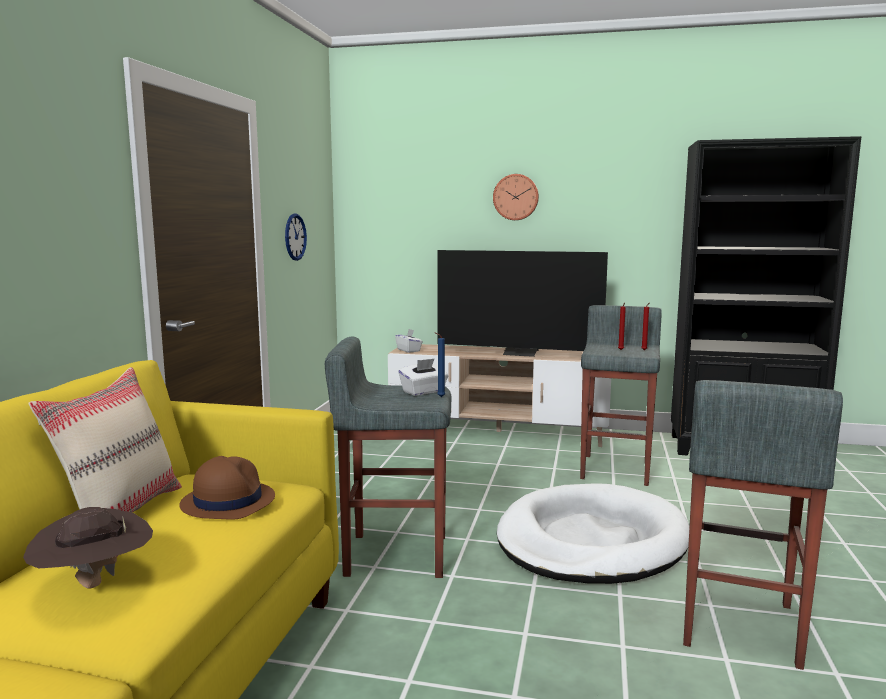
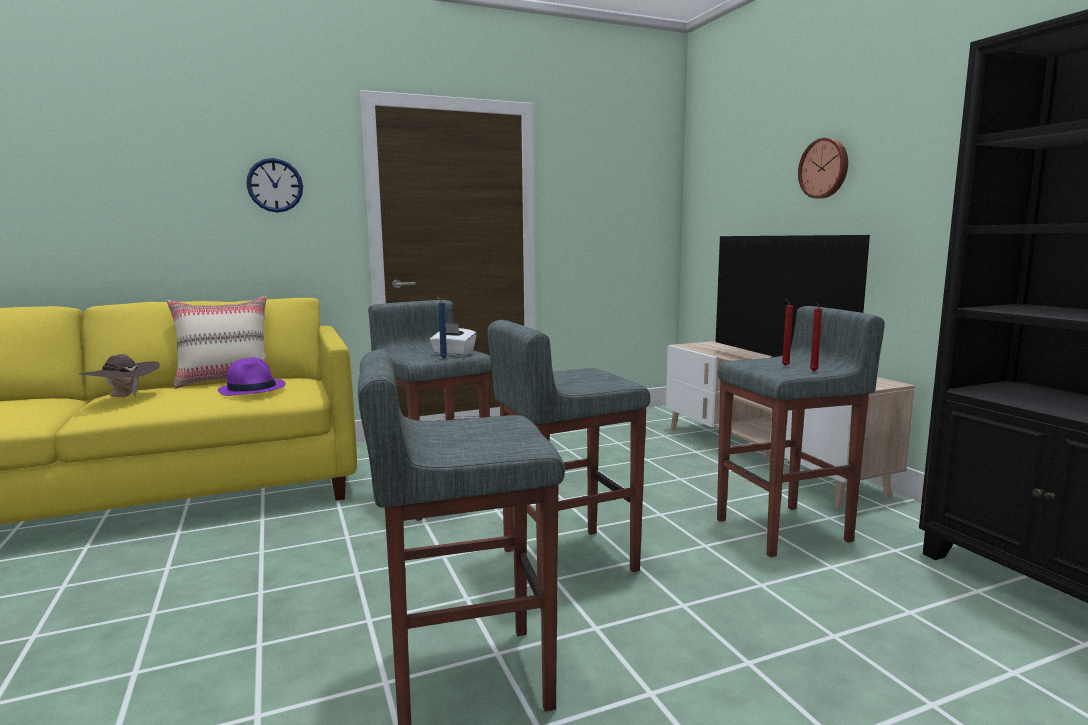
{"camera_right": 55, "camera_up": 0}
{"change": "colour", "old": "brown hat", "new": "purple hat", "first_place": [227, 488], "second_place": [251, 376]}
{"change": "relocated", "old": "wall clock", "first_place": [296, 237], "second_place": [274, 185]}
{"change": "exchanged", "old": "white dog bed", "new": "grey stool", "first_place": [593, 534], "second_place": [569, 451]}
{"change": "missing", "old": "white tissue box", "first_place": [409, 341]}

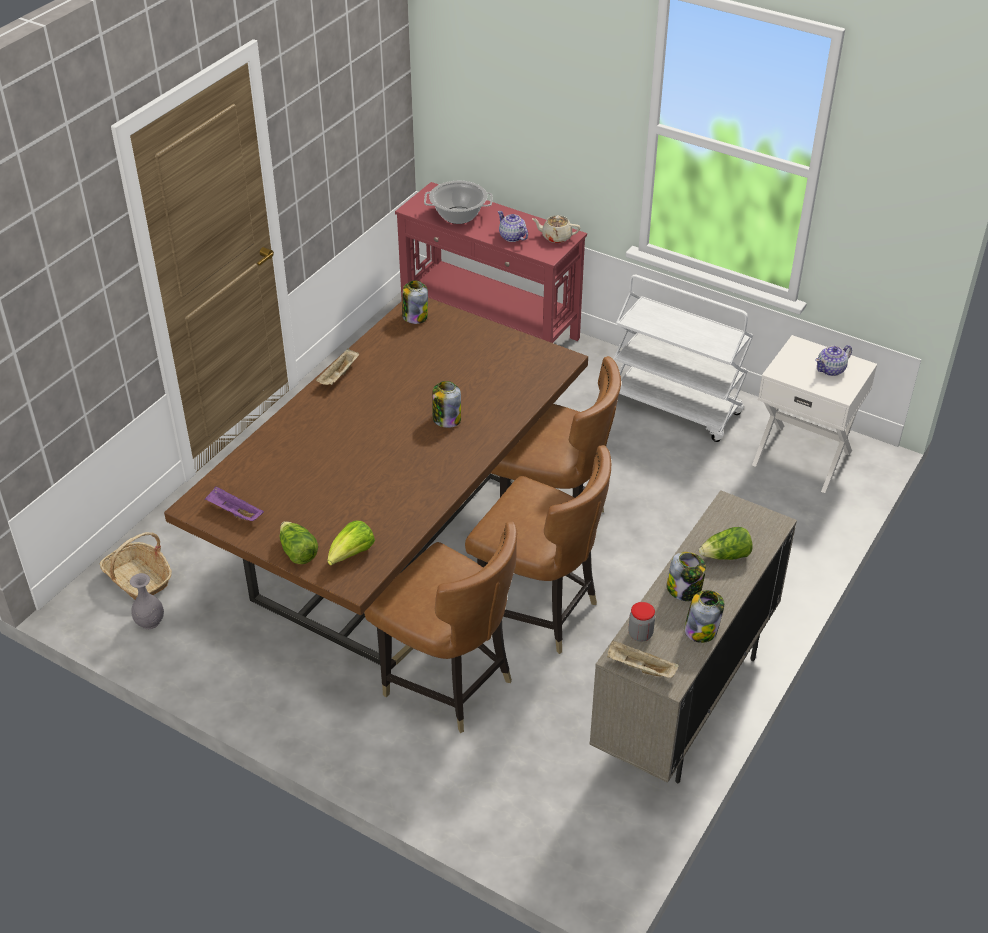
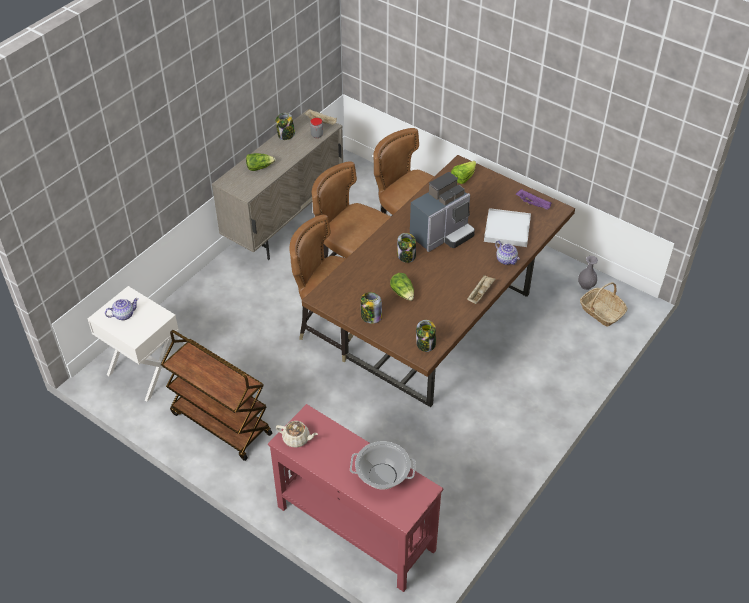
{"camera_right": -175, "camera_up": 5}
{"change": "colour", "old": "white cart", "new": "brown cart", "first_place": [683, 358], "second_place": [216, 395]}
{"change": "relocated", "old": "jar", "first_place": [686, 576], "second_place": [371, 308]}
{"change": "relocated", "old": "lettuce", "first_place": [299, 542], "second_place": [402, 287]}
{"change": "appeared", "new": "coffee machine", "second_place": [442, 212]}
{"change": "appeared", "new": "white tray", "second_place": [507, 227]}
{"change": "relocated", "old": "teapot", "first_place": [513, 226], "second_place": [507, 252]}

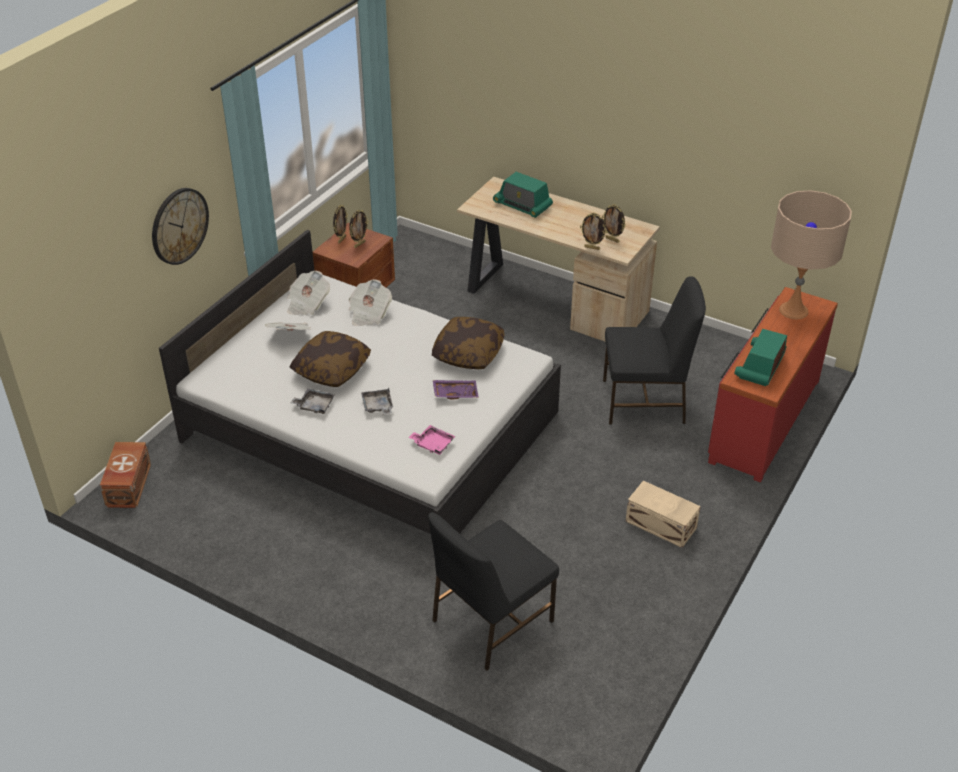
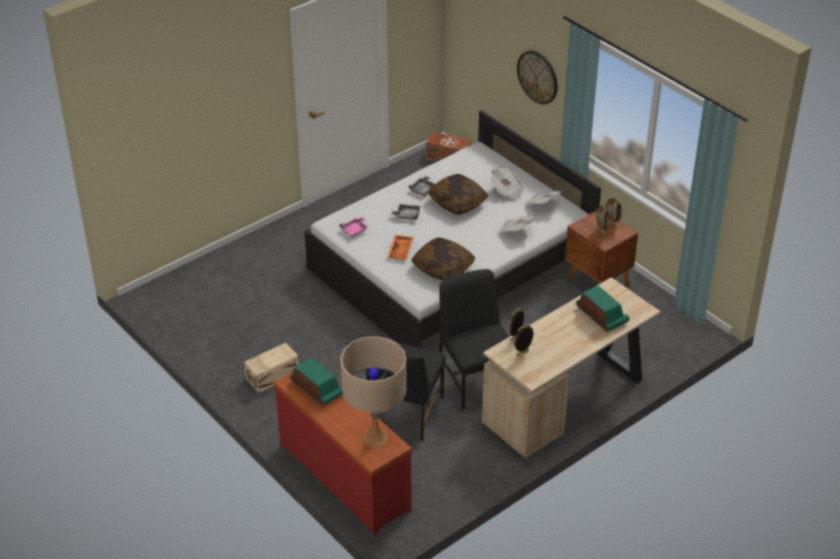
{"camera_right": 110, "camera_up": 0}
{"change": "colour", "old": "purple tray", "new": "orange tray", "first_place": [456, 389], "second_place": [400, 247]}
{"change": "relocated", "old": "black chair", "first_place": [493, 591], "second_place": [474, 339]}
{"change": "spun", "old": "radio", "first_place": [523, 195], "second_place": [602, 309], "degrees": 90}

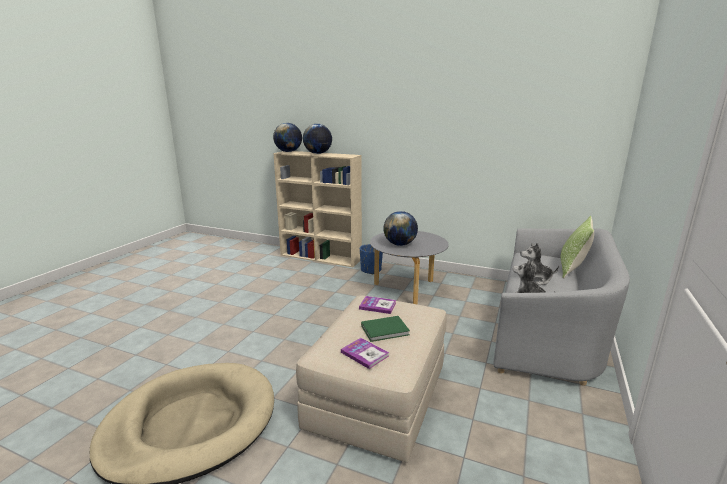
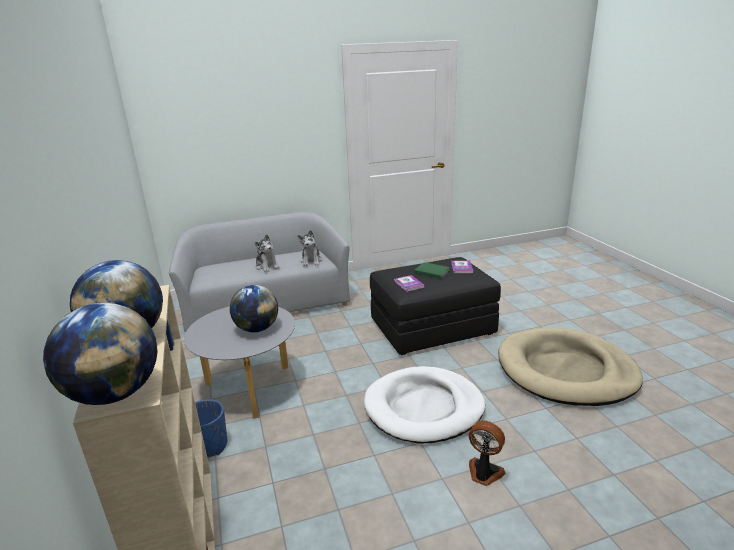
{"camera_right": -130, "camera_up": 5}
{"change": "appeared", "new": "white dog bed", "second_place": [424, 404]}
{"change": "colour", "old": "beige ottoman", "new": "black ottoman", "first_place": [371, 379], "second_place": [435, 306]}
{"change": "appeared", "new": "fan", "second_place": [487, 453]}
{"change": "missing", "old": "pillow", "first_place": [577, 247]}

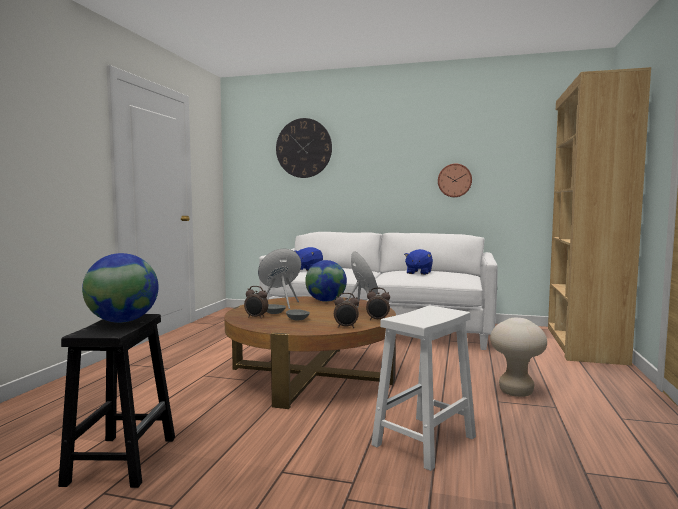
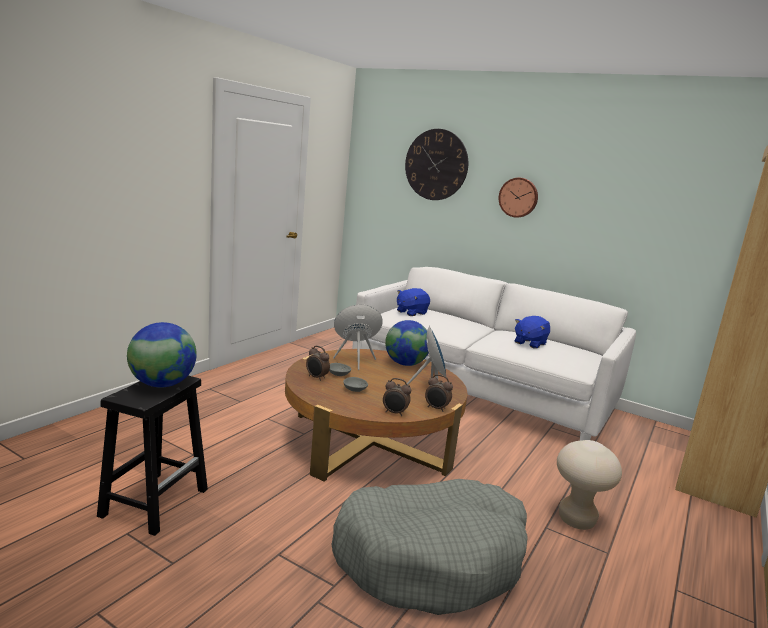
{"camera_right": 15, "camera_up": 10}
{"change": "exchanged", "old": "white stool", "new": "grey dog bed", "first_place": [423, 388], "second_place": [430, 547]}
{"change": "relocated", "old": "wall clock", "first_place": [455, 180], "second_place": [518, 198]}

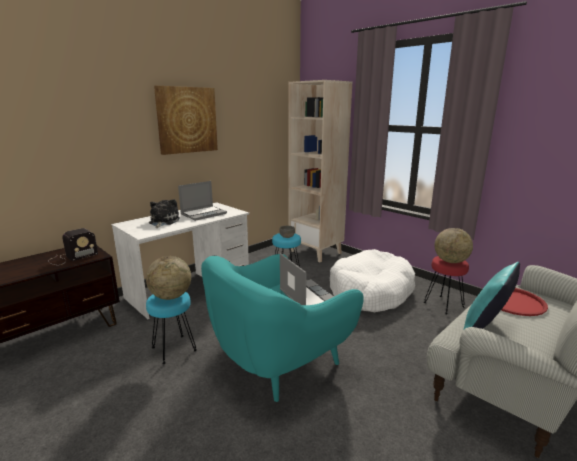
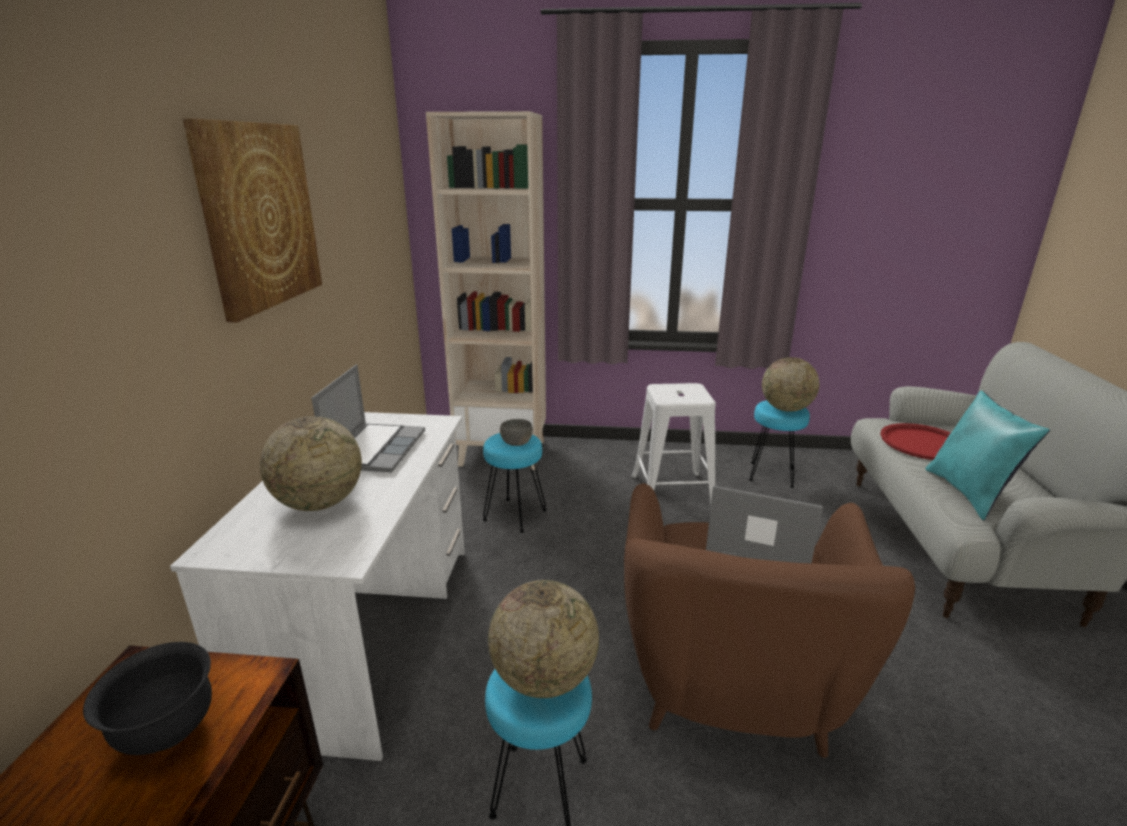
{"camera_right": -40, "camera_up": 5}
{"change": "exchanged", "old": "radio", "new": "black bowl", "first_place": [73, 246], "second_place": [147, 698]}
{"change": "exchanged", "old": "plush toy", "new": "globe", "first_place": [164, 213], "second_place": [311, 463]}
{"change": "colour", "old": "turquoise armchair", "new": "brown armchair", "first_place": [282, 328], "second_place": [769, 620]}
{"change": "exchanged", "old": "white dog bed", "new": "white stool", "first_place": [372, 280], "second_place": [674, 443]}
{"change": "colour", "old": "red stool", "new": "turquoise stool", "first_place": [446, 285], "second_place": [779, 444]}

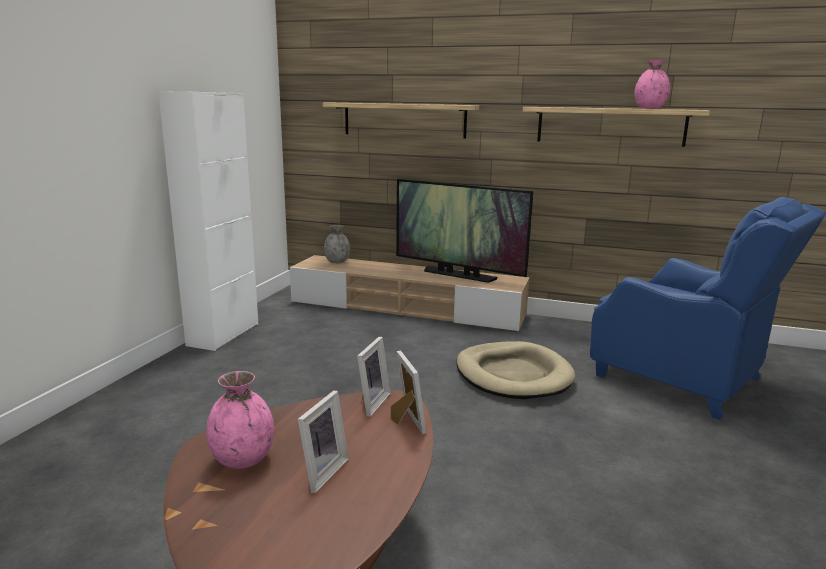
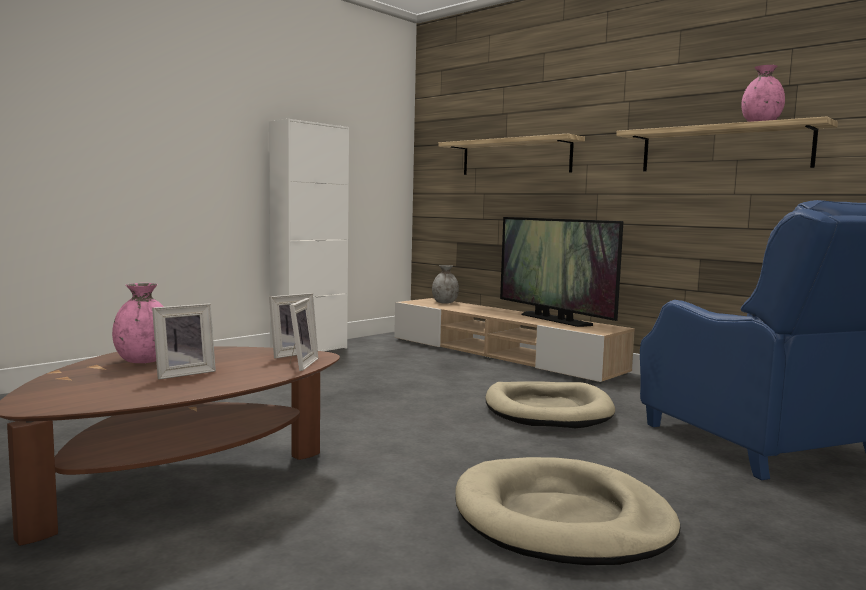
{"camera_right": 25, "camera_up": -10}
{"change": "appeared", "new": "beige dog bed", "second_place": [568, 511]}

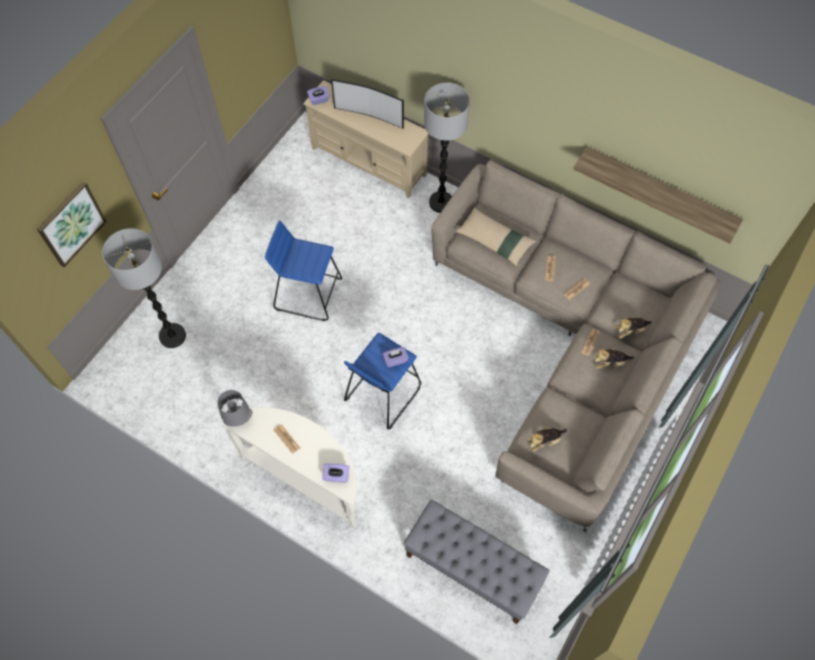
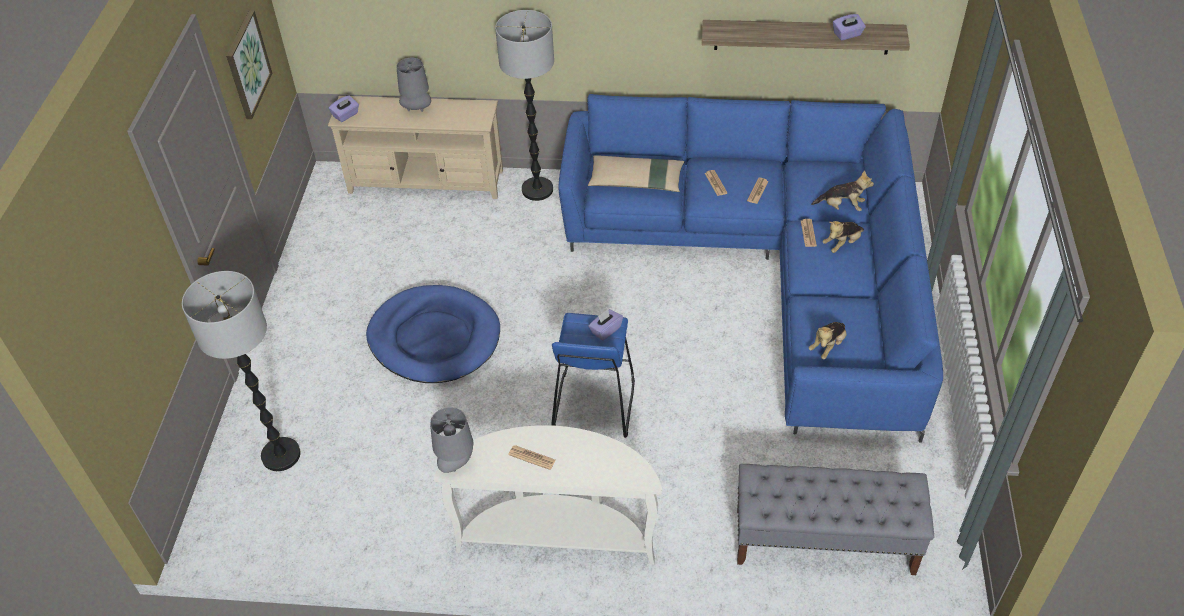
{"camera_right": -25, "camera_up": -15}
{"change": "relocated", "old": "picture", "first_place": [72, 224], "second_place": [249, 64]}
{"change": "exchanged", "old": "blue stool", "new": "blue dog bed", "first_place": [303, 270], "second_place": [433, 334]}
{"change": "exchanged", "old": "television", "new": "grey table lamp", "first_place": [367, 104], "second_place": [413, 85]}
{"change": "colour", "old": "beige sofa", "new": "blue sofa", "first_place": [576, 346], "second_place": [750, 268]}
{"change": "spun", "old": "plush toy", "first_place": [633, 327], "second_place": [842, 190], "degrees": -120}
{"change": "relocated", "old": "purple tissue box", "first_place": [335, 472], "second_place": [849, 27]}

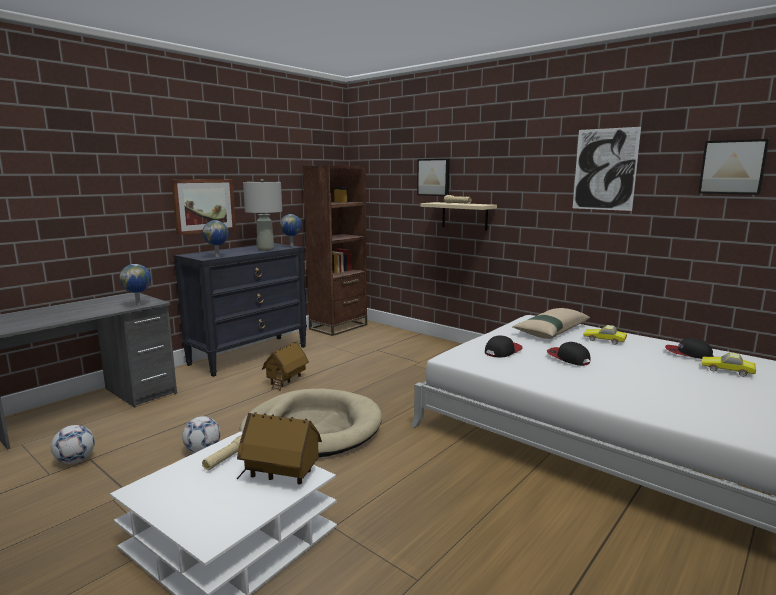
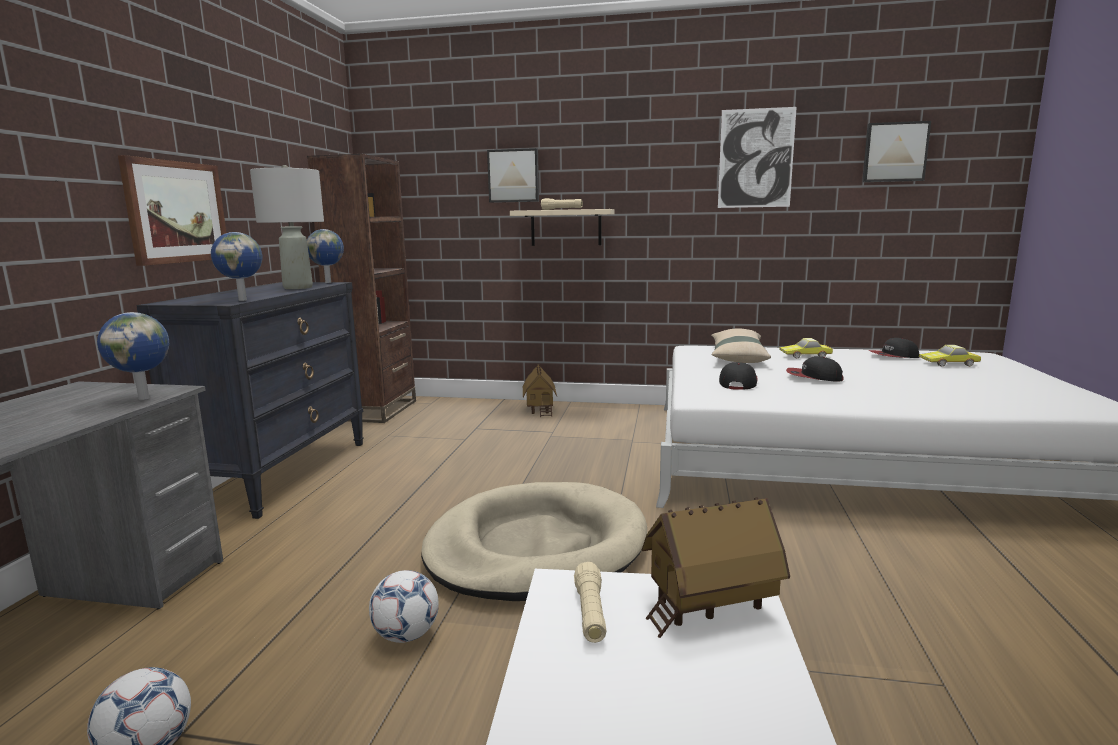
{"camera_right": -30, "camera_up": 0}
{"change": "relocated", "old": "toy house", "first_place": [285, 366], "second_place": [540, 391]}

